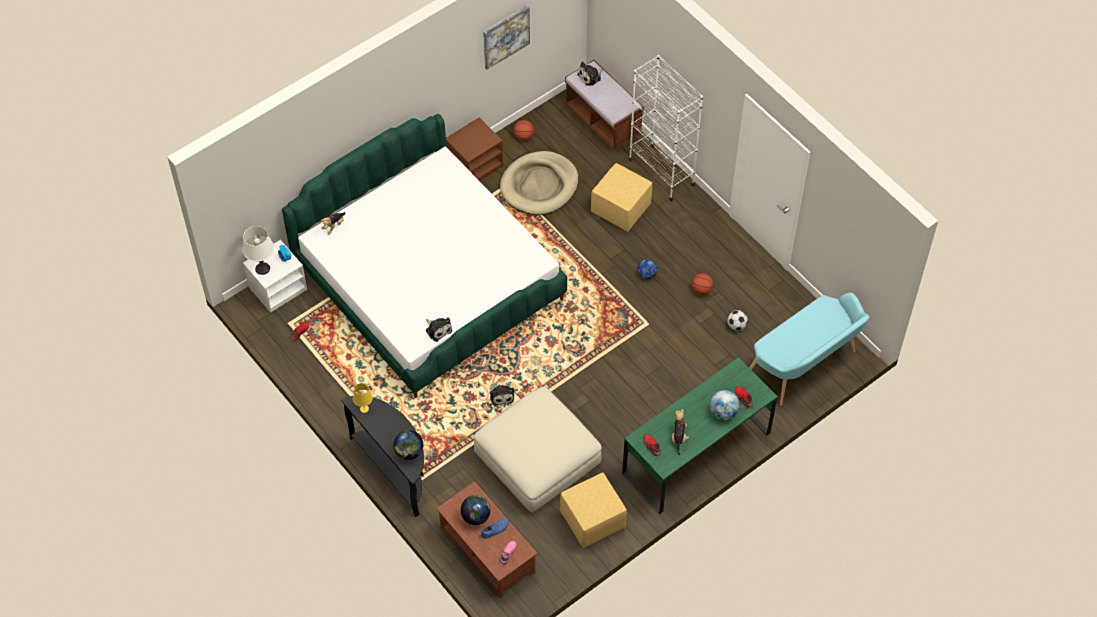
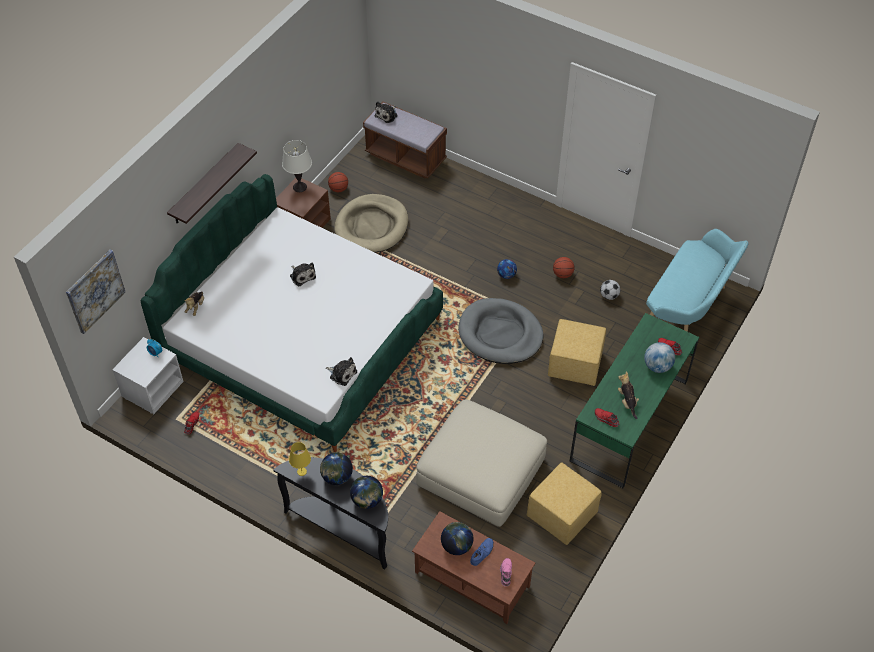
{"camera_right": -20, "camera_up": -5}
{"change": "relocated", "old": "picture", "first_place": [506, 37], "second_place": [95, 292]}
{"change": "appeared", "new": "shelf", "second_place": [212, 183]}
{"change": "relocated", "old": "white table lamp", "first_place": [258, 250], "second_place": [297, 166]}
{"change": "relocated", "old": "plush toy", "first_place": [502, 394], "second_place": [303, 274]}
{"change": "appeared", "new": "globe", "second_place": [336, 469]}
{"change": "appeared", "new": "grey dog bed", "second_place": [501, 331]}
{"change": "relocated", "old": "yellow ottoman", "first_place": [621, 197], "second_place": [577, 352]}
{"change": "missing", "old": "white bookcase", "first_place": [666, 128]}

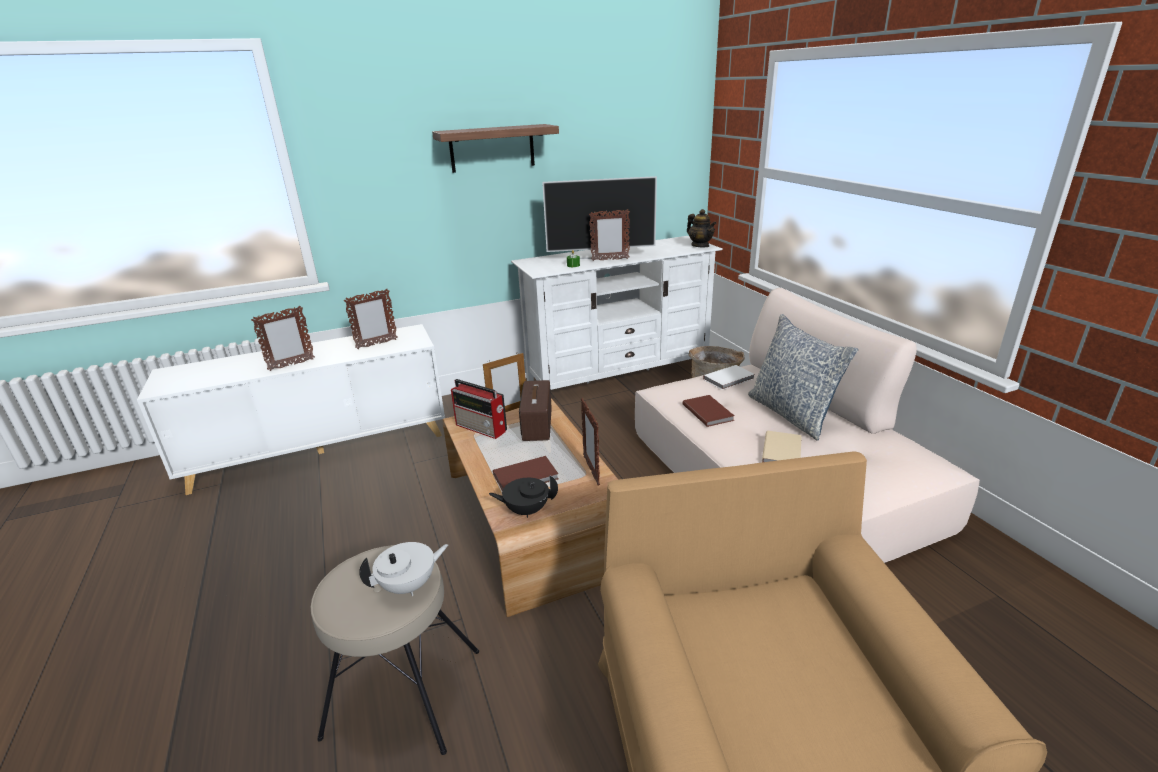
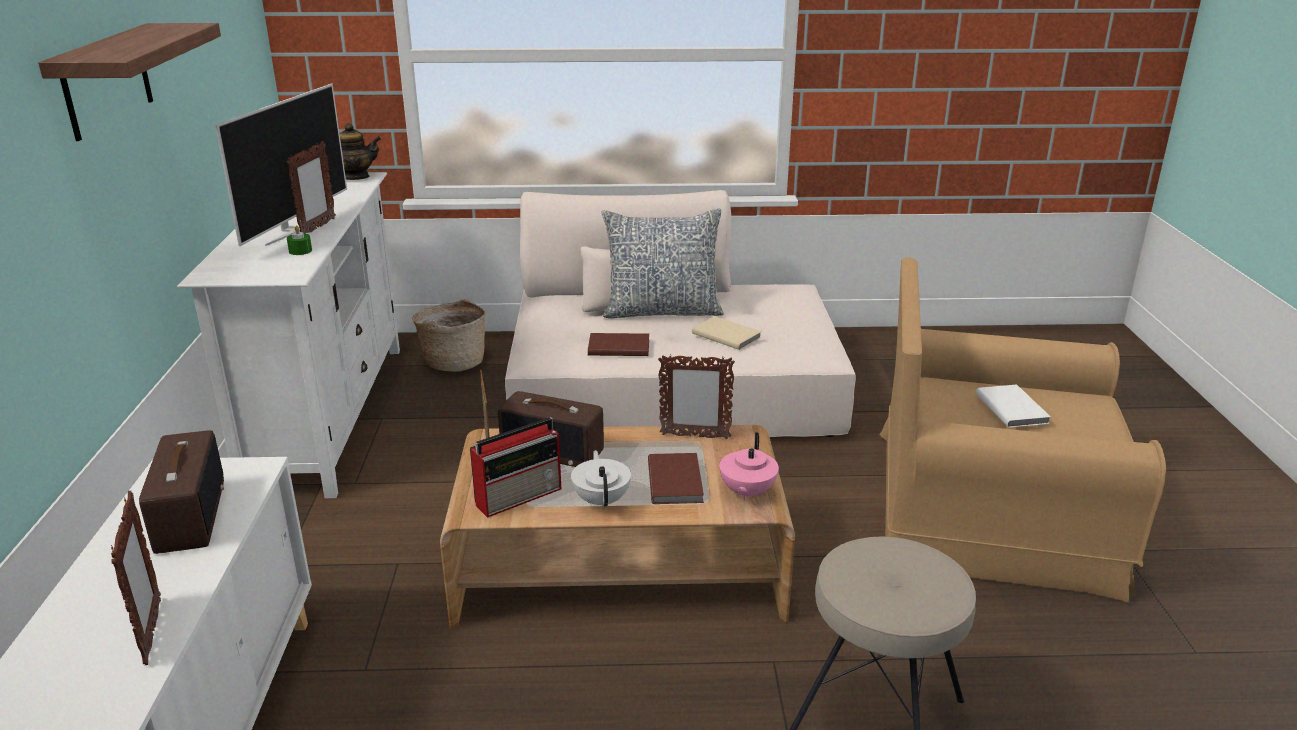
{"camera_right": -70, "camera_up": 0}
{"change": "exchanged", "old": "picture frame", "new": "radio", "first_place": [371, 319], "second_place": [181, 492]}
{"change": "relocated", "old": "white teapot", "first_place": [403, 569], "second_place": [601, 479]}
{"change": "colour", "old": "black teapot", "new": "pink teapot", "first_place": [523, 496], "second_place": [749, 466]}
{"change": "relocated", "old": "white book", "first_place": [729, 377], "second_place": [1013, 406]}

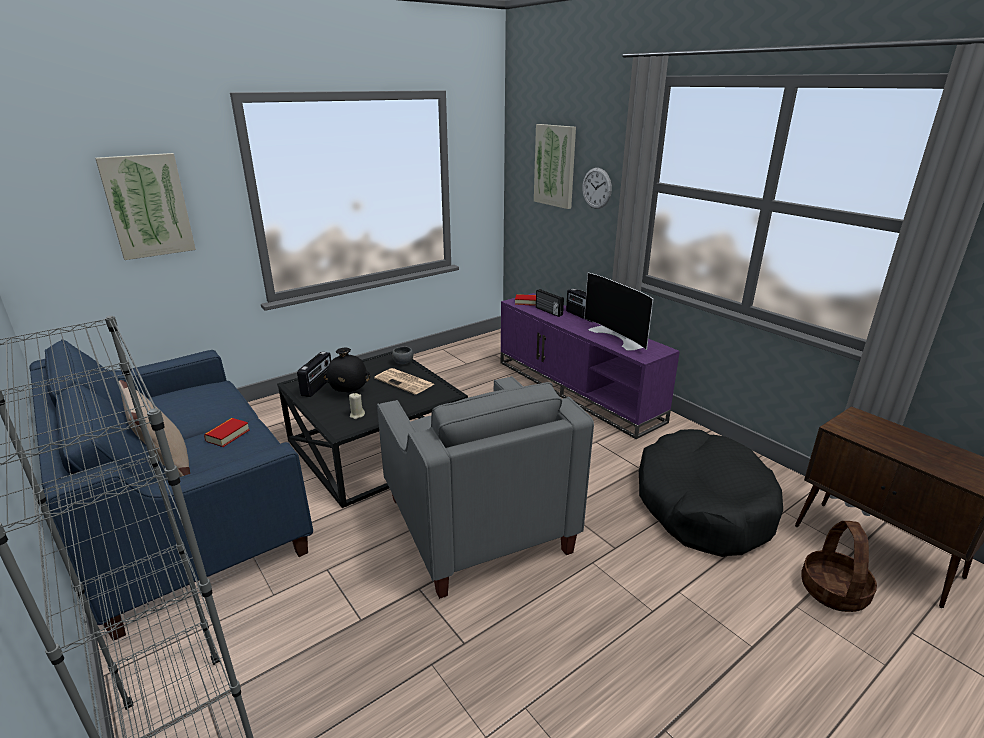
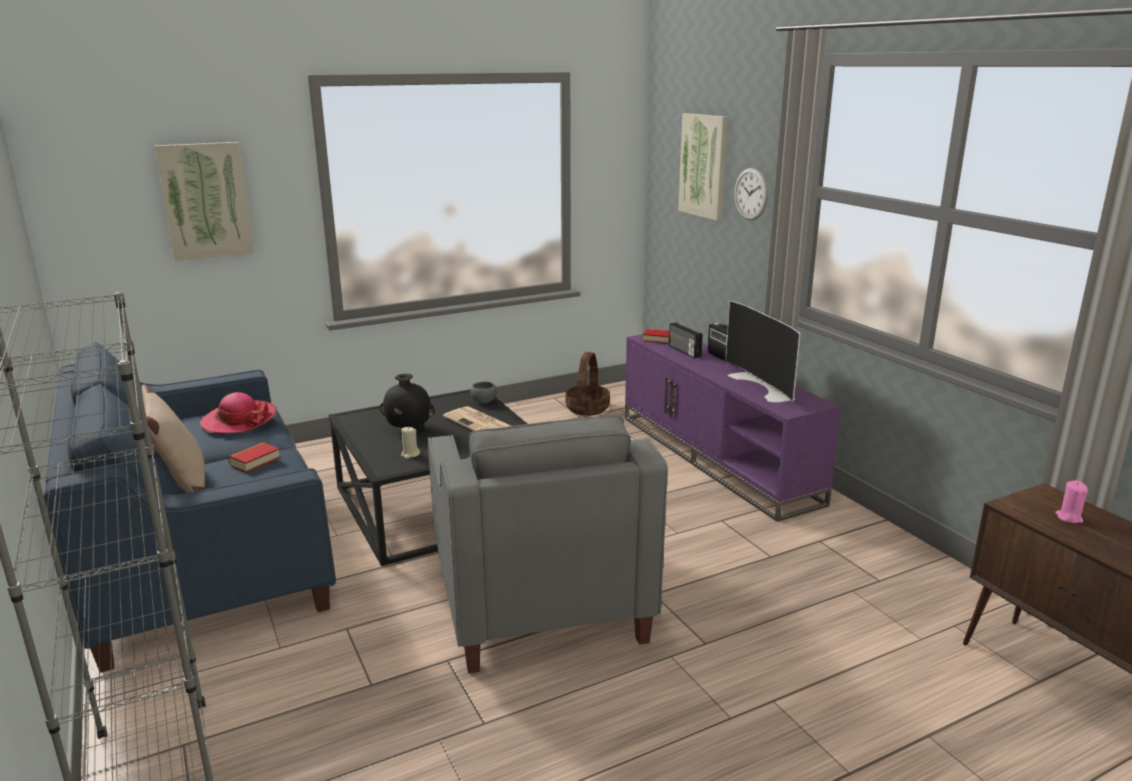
{"camera_right": 10, "camera_up": -5}
{"change": "appeared", "new": "hat", "second_place": [238, 413]}
{"change": "relocated", "old": "basket", "first_place": [839, 566], "second_place": [587, 384]}
{"change": "appeared", "new": "pink candle", "second_place": [1071, 501]}
{"change": "missing", "old": "radio", "first_place": [314, 374]}
{"change": "missing", "old": "black dog bed", "first_place": [711, 493]}

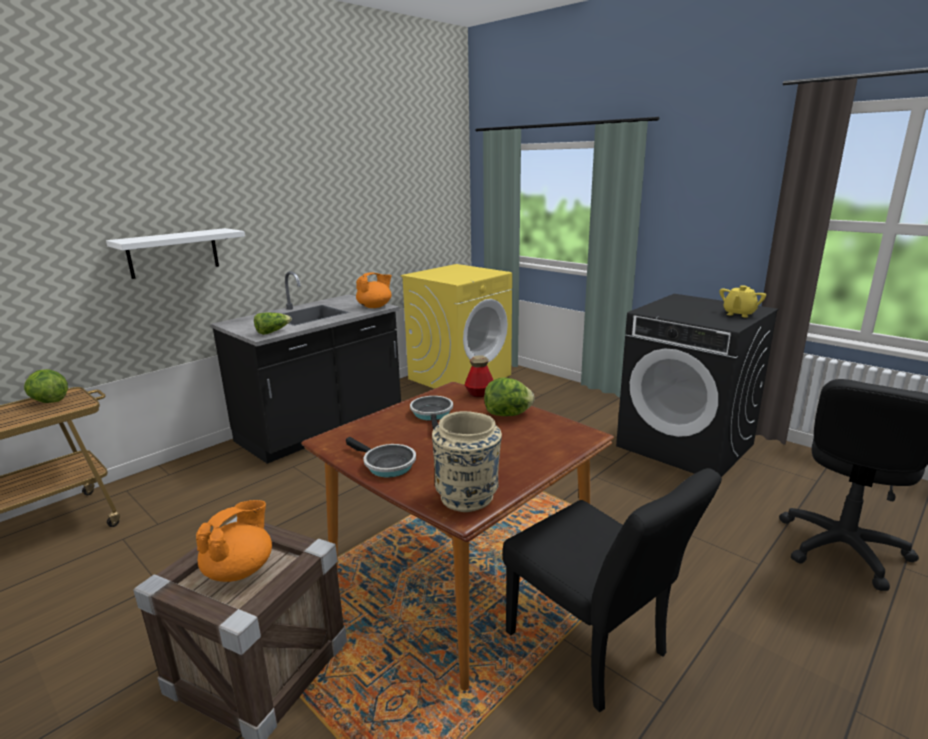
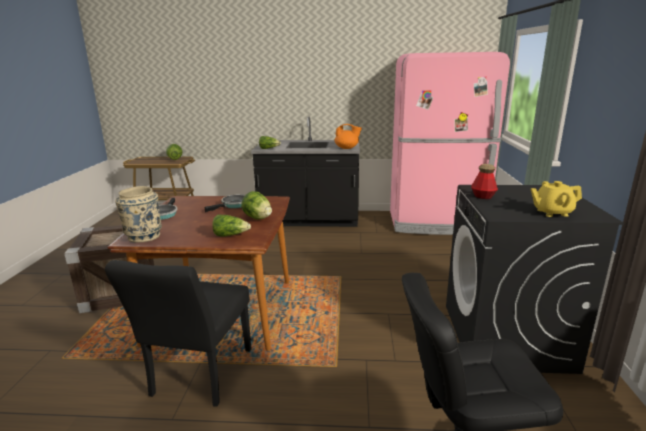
{"camera_right": 50, "camera_up": 0}
{"change": "appeared", "new": "lettuce", "second_place": [231, 225]}
{"change": "exchanged", "old": "yellow washing machine", "new": "pink fridge", "first_place": [456, 326], "second_place": [450, 143]}
{"change": "relocated", "old": "bottle", "first_place": [479, 376], "second_place": [484, 181]}
{"change": "missing", "old": "white shelf", "first_place": [175, 253]}
{"change": "missing", "old": "orange teapot", "first_place": [234, 541]}

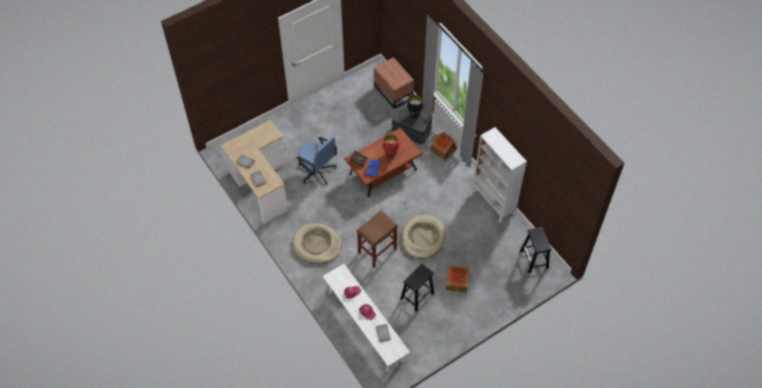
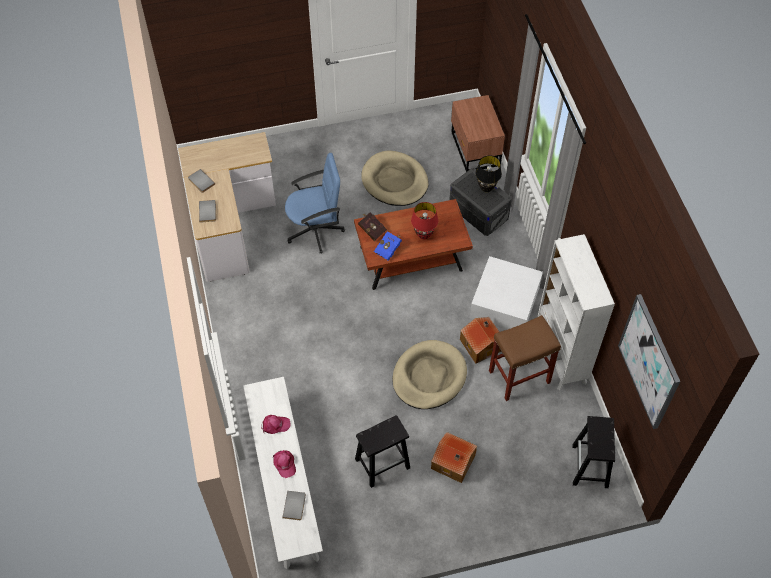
{"camera_right": 20, "camera_up": 0}
{"change": "spun", "old": "blue office chair", "first_place": [317, 161], "second_place": [315, 203], "degrees": -75}
{"change": "relocated", "old": "beige dog bed", "first_place": [317, 243], "second_place": [395, 178]}
{"change": "relocated", "old": "toy house", "first_place": [444, 146], "second_place": [481, 340]}
{"change": "appeared", "new": "white storage box", "second_place": [506, 293]}
{"change": "relocated", "old": "brown stool", "first_place": [377, 239], "second_place": [525, 358]}
{"change": "appeared", "new": "picture", "second_place": [649, 361]}

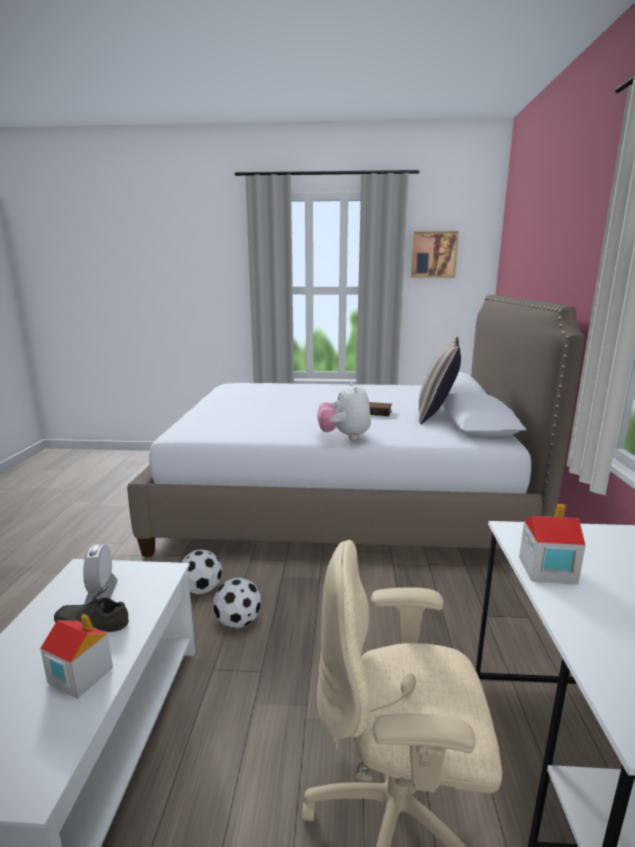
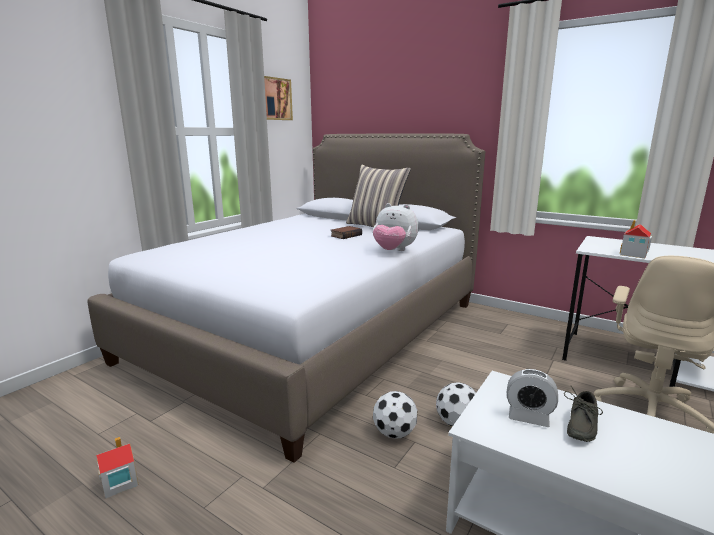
{"camera_right": -60, "camera_up": 0}
{"change": "relocated", "old": "toy house", "first_place": [76, 656], "second_place": [117, 468]}

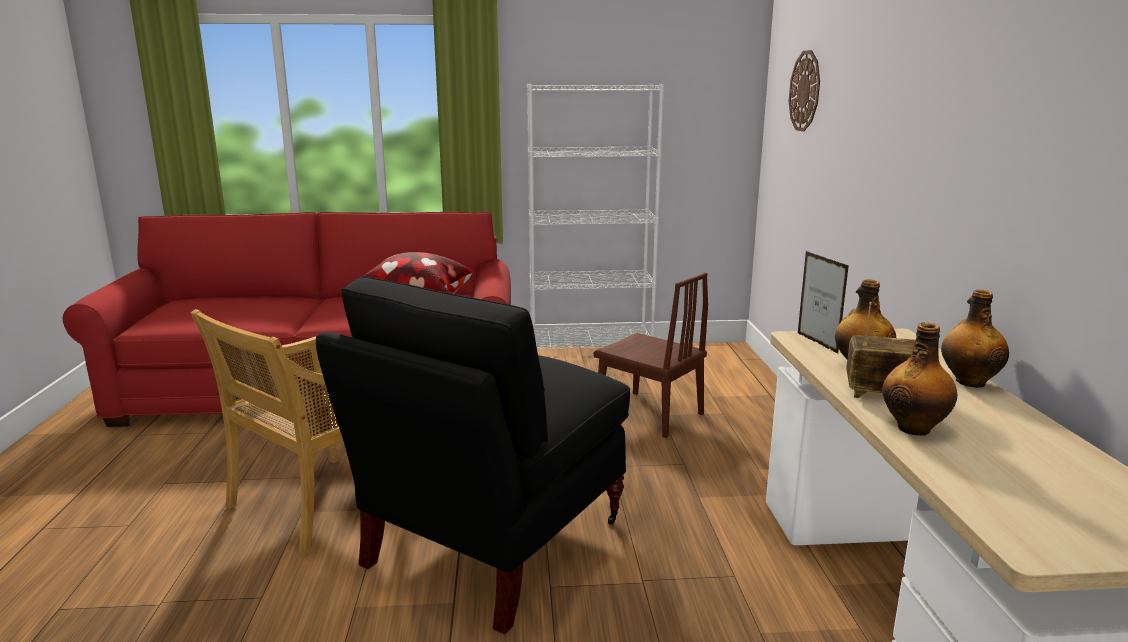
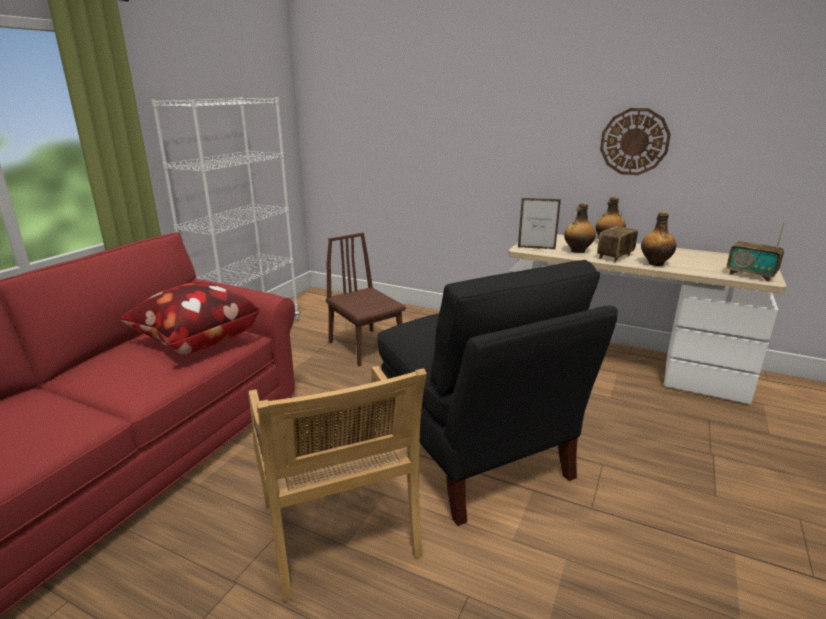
{"camera_right": -60, "camera_up": 5}
{"change": "spun", "old": "brown chair", "first_place": [650, 355], "second_place": [366, 299], "degrees": -105}
{"change": "relocated", "old": "wall clock", "first_place": [804, 91], "second_place": [635, 141]}
{"change": "appeared", "new": "radio", "second_place": [755, 252]}

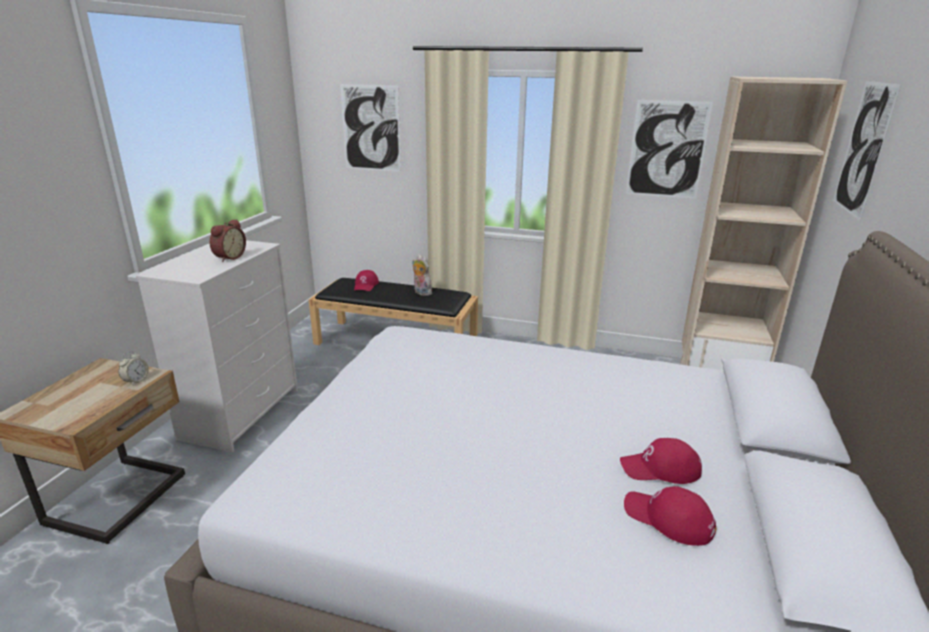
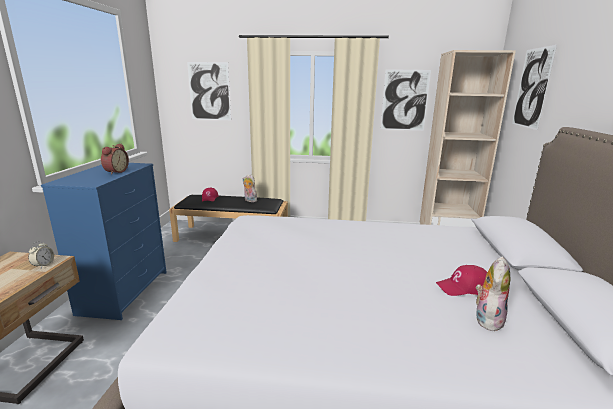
{"camera_right": -10, "camera_up": -5}
{"change": "colour", "old": "white dresser", "new": "blue dresser", "first_place": [217, 346], "second_place": [104, 241]}
{"change": "exchanged", "old": "red cap", "new": "plush toy", "first_place": [670, 516], "second_place": [493, 293]}

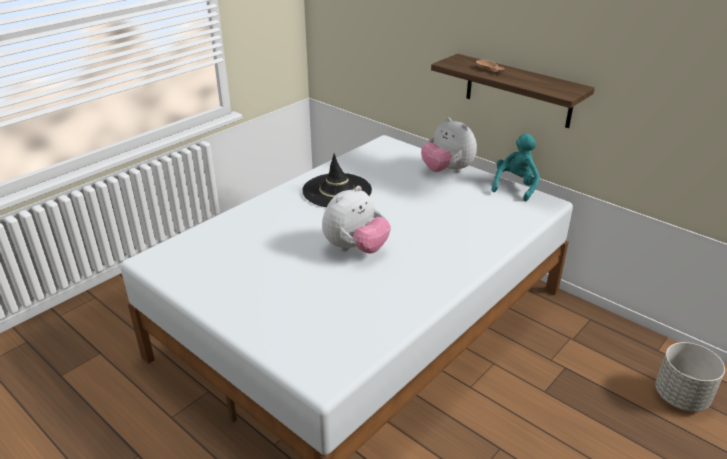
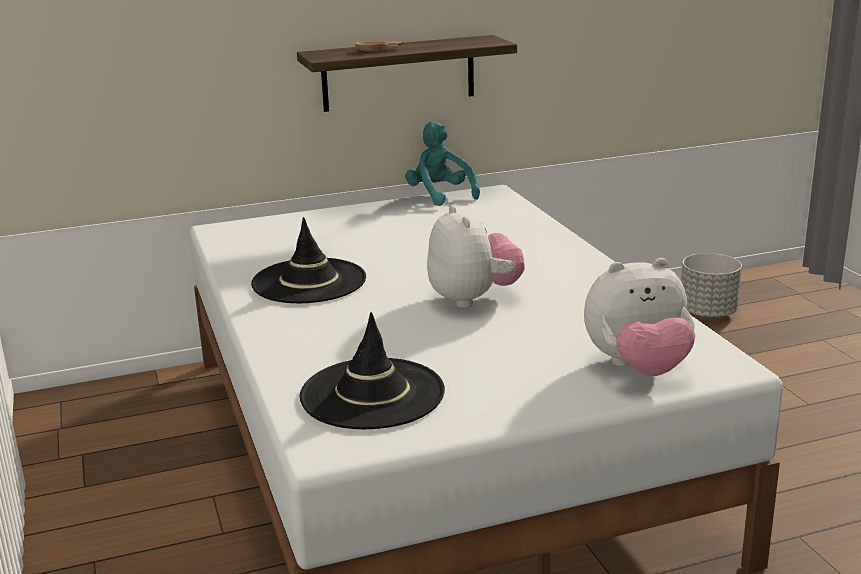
{"camera_right": -60, "camera_up": -10}
{"change": "appeared", "new": "black hat", "second_place": [372, 370]}
{"change": "relocated", "old": "plush toy", "first_place": [449, 145], "second_place": [640, 317]}

